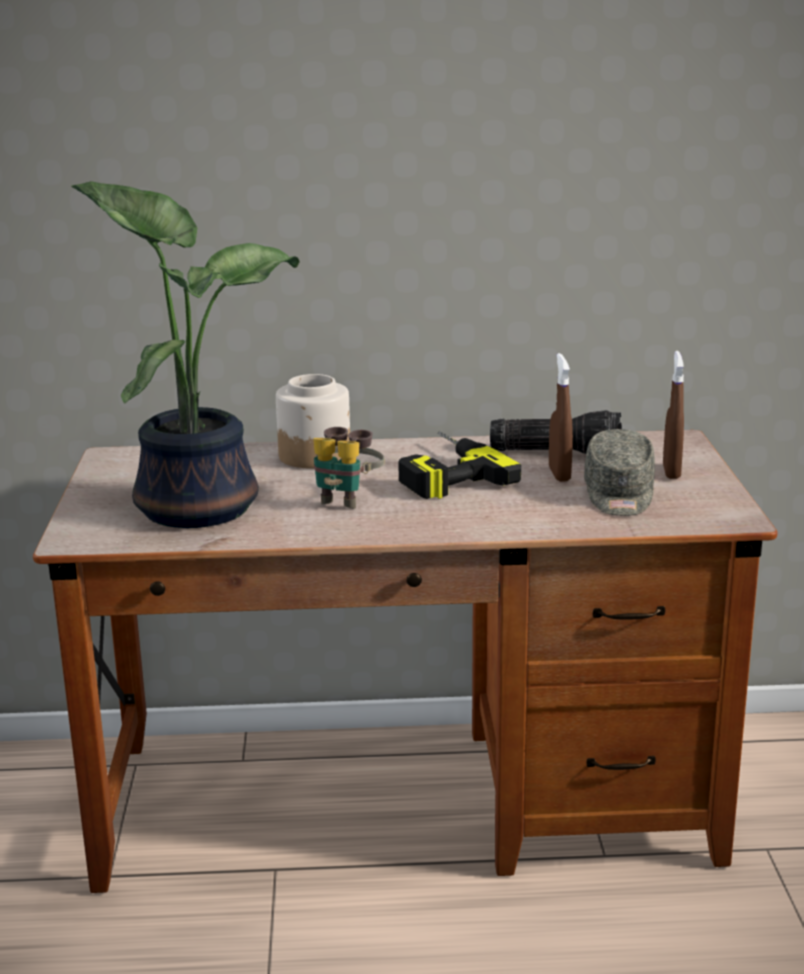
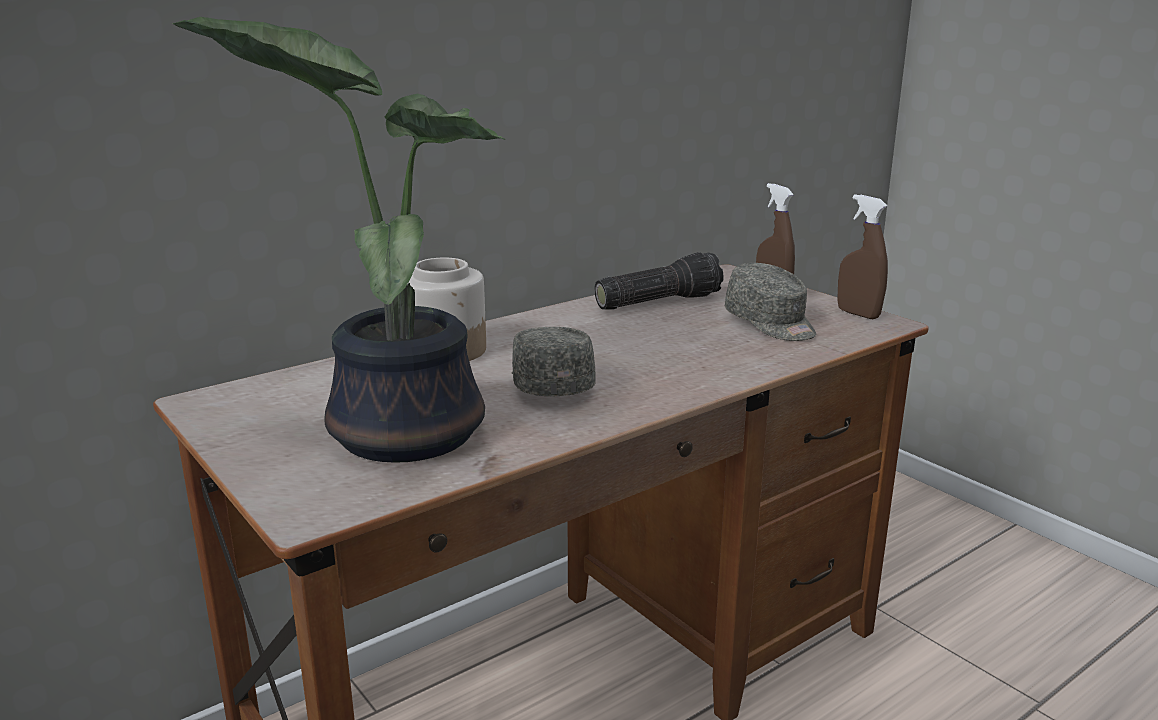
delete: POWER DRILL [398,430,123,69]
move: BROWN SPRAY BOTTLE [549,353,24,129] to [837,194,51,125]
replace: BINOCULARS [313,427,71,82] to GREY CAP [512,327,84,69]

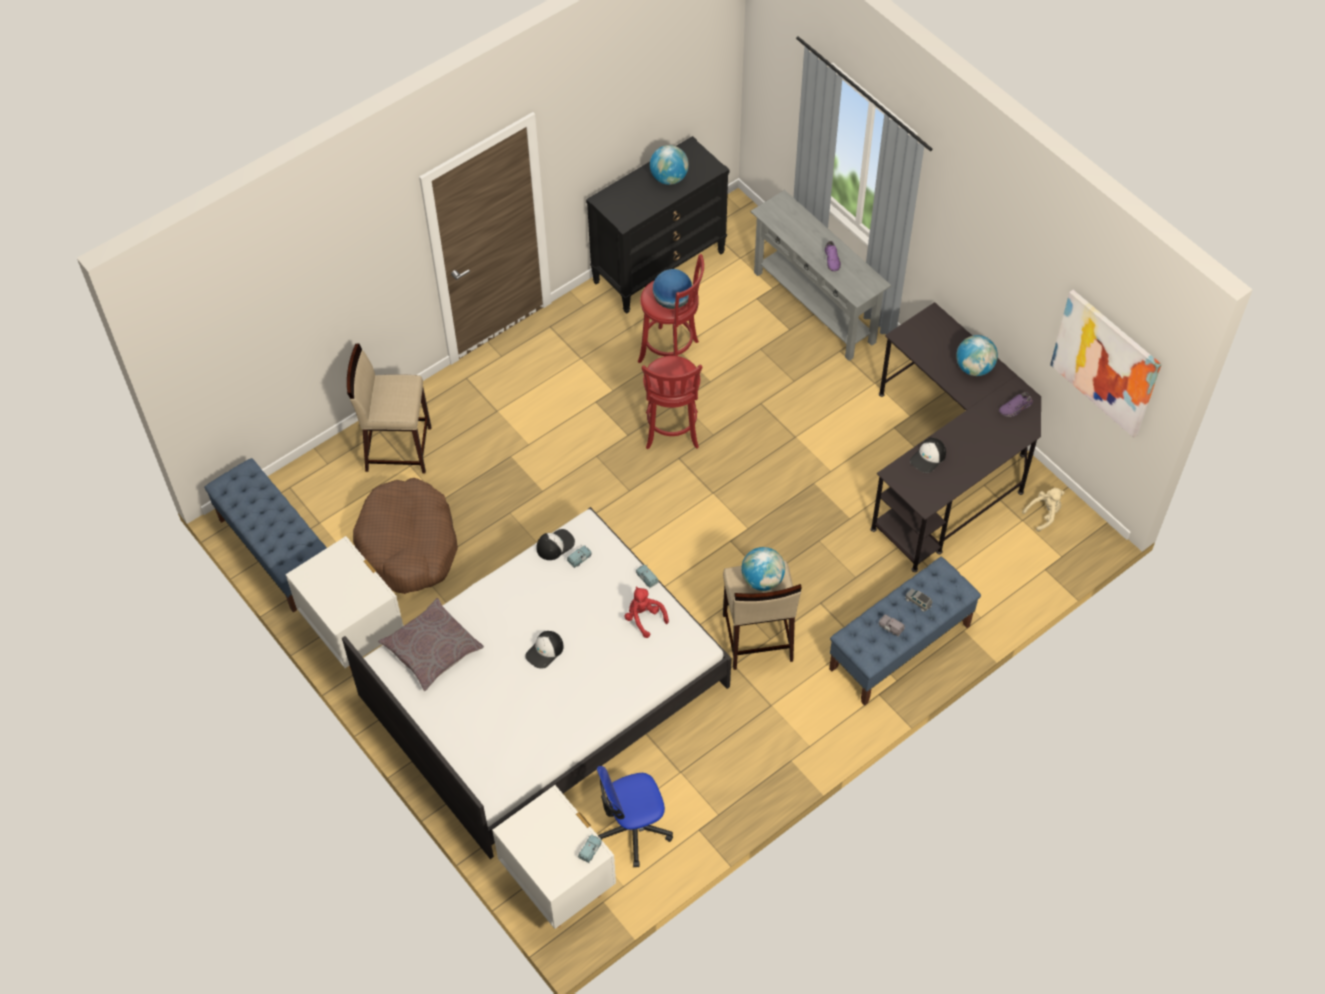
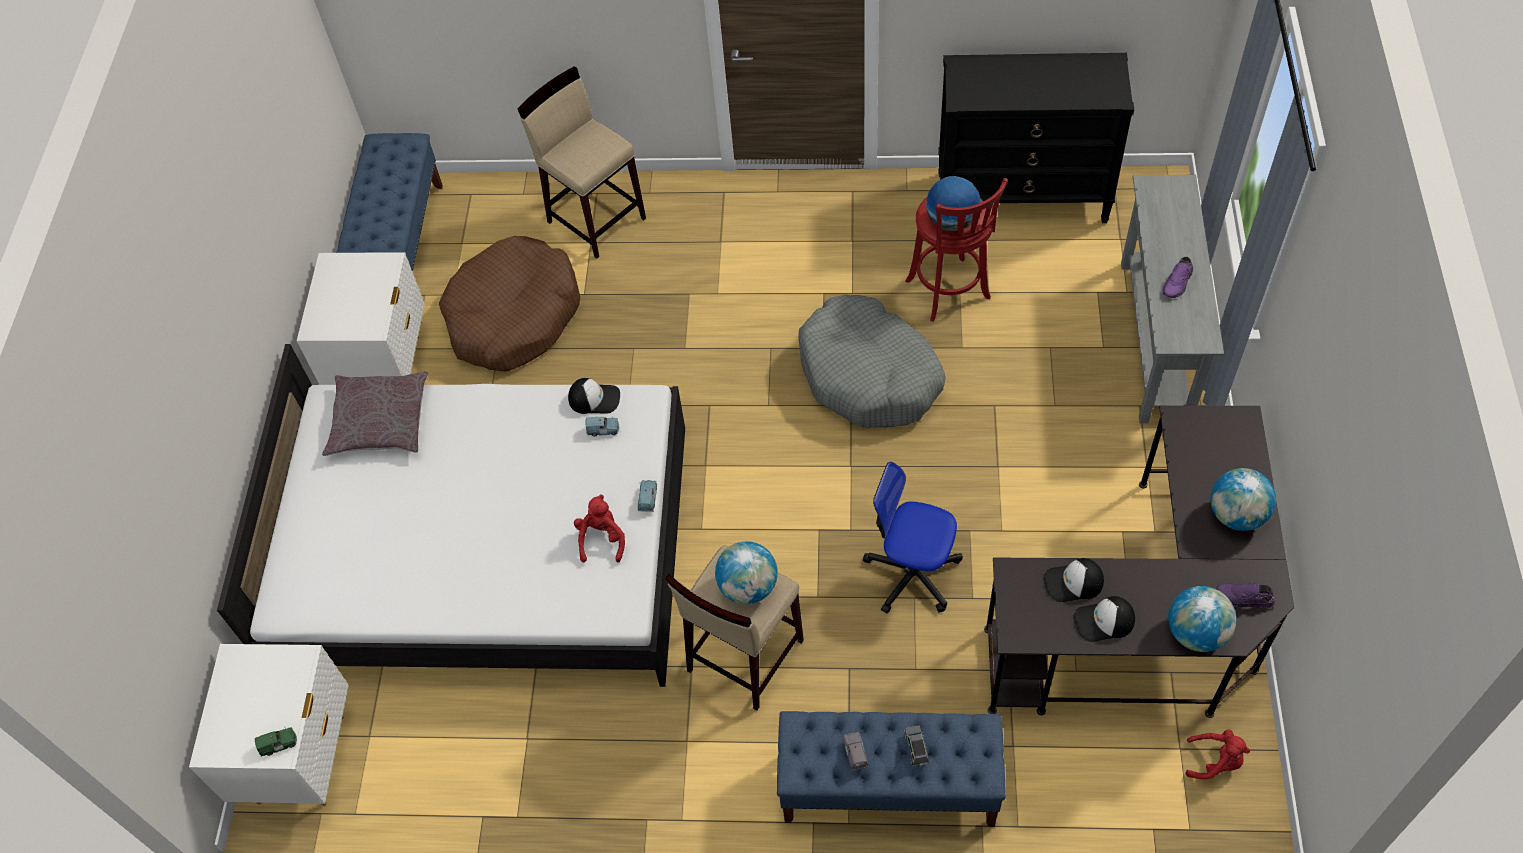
delete: PICTURE [1050,290,112,148]
move: OFFICE CHAIR [597,766,76,101] to [863,462,100,152]; CAP [525,631,39,38] to [1074,596,61,46]; GLOBE [650,145,39,40] to [1168,586,68,66]
replace: RED STOOL [642,356,60,93] to GREY DOG BED [798,295,148,133]
recolor: BLUE TOY CAR [578,835,24,28] to GREEN TOY CAR [255,728,42,29]; BEIGE PLUSH TOY [1022,488,42,44] to RED PLUSH TOY [1185,729,65,50]

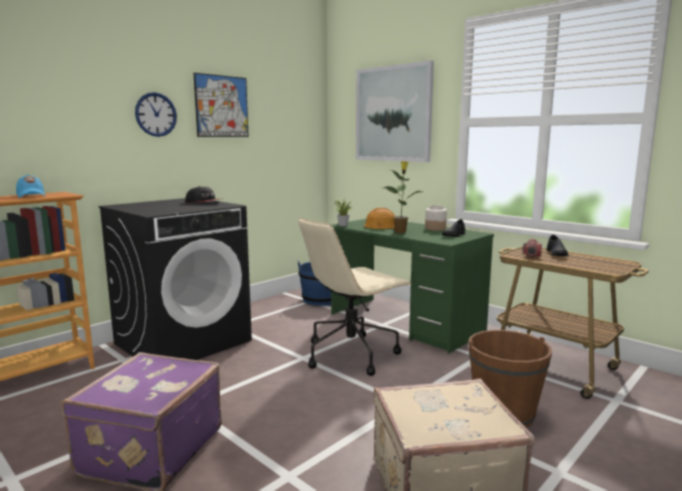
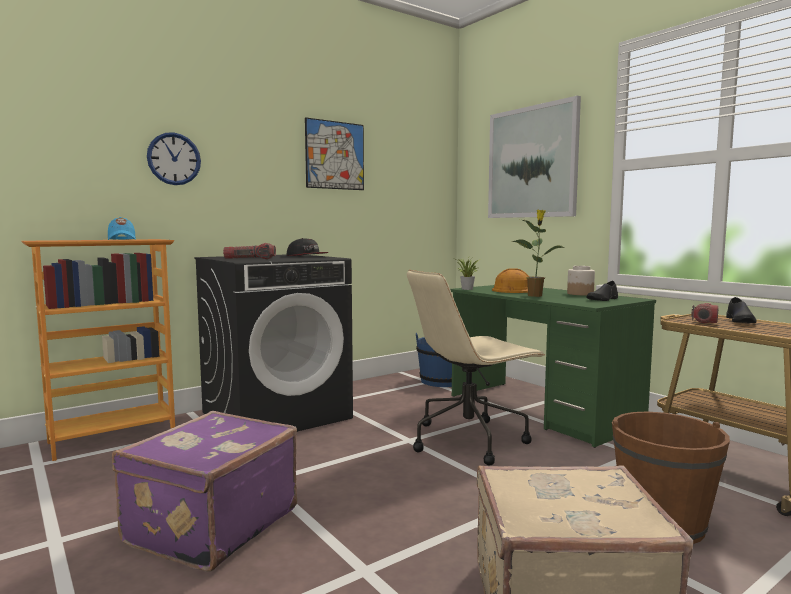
insert: FLASHLIGHT [223,243,53,16]
move: WALL CLOCK [135,92,42,45] to [147,132,54,53]

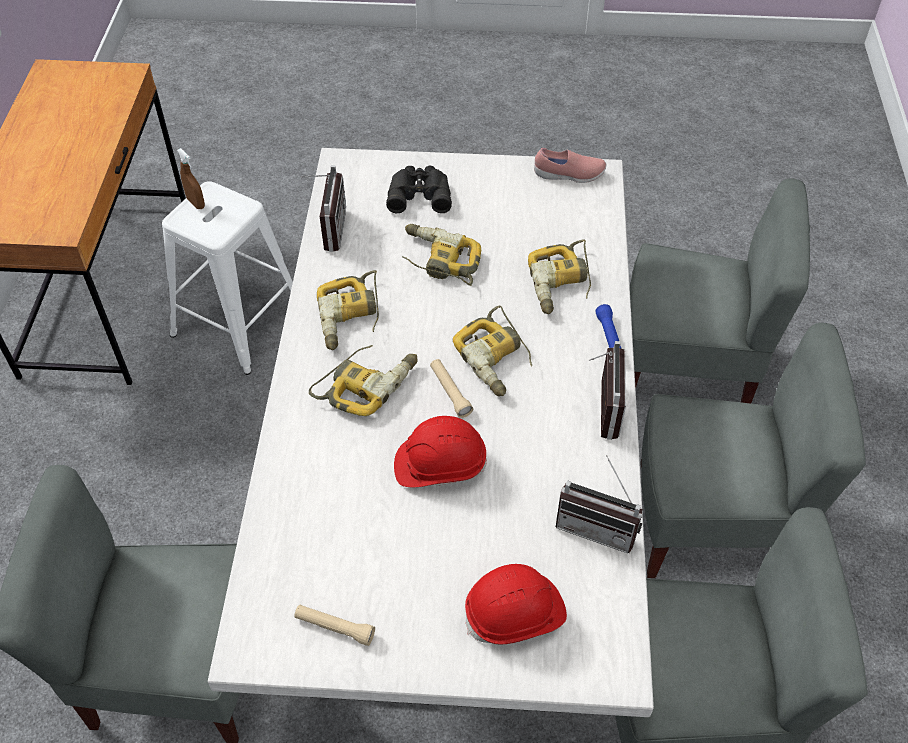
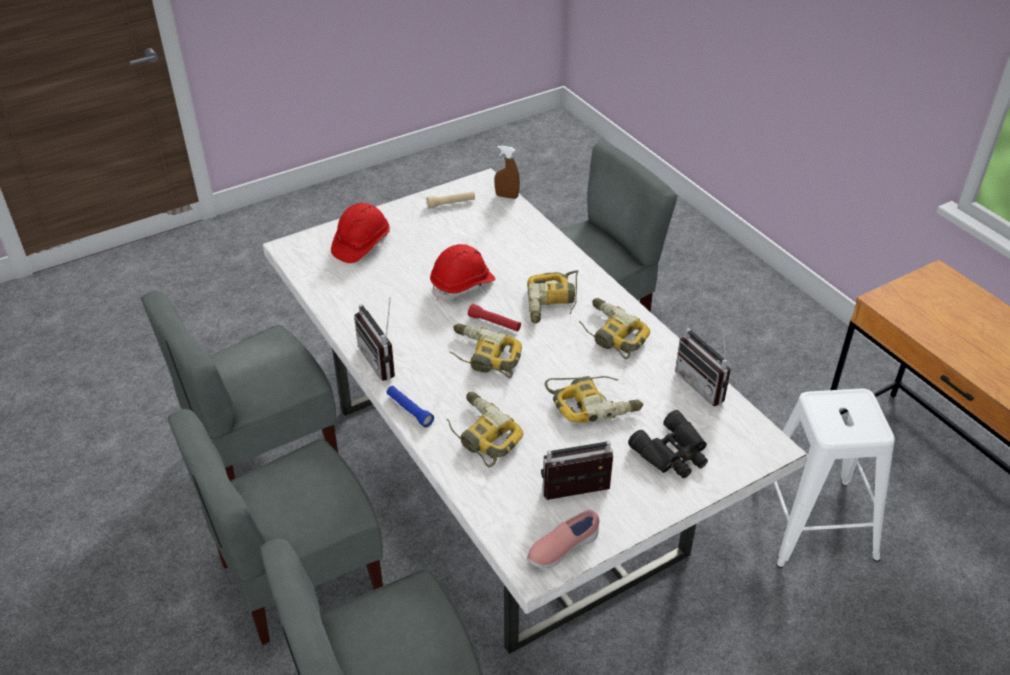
move: BROWN SPRAY BOTTLE [177,148,28,61] to [494,145,26,54]; RADIO [556,455,87,98] to [541,441,72,59]
recolor: BEIGE FLASHLIGHT [430,359,43,59] to RED FLASHLIGHT [468,304,53,28]

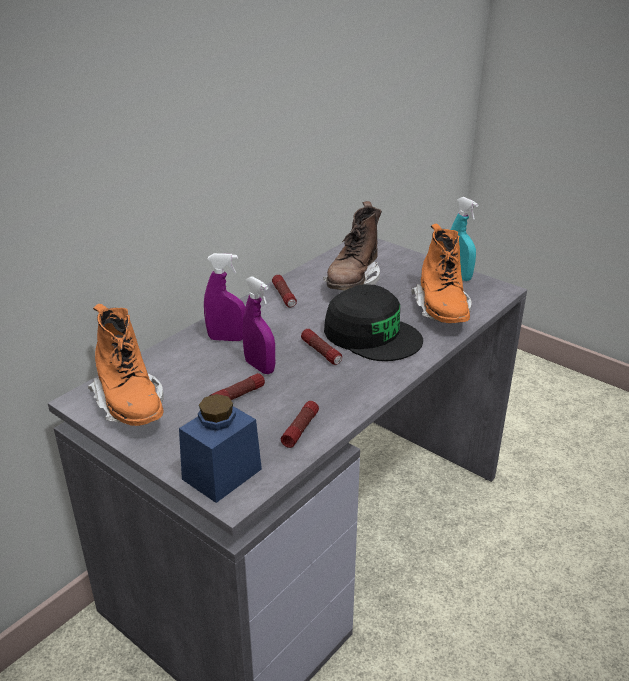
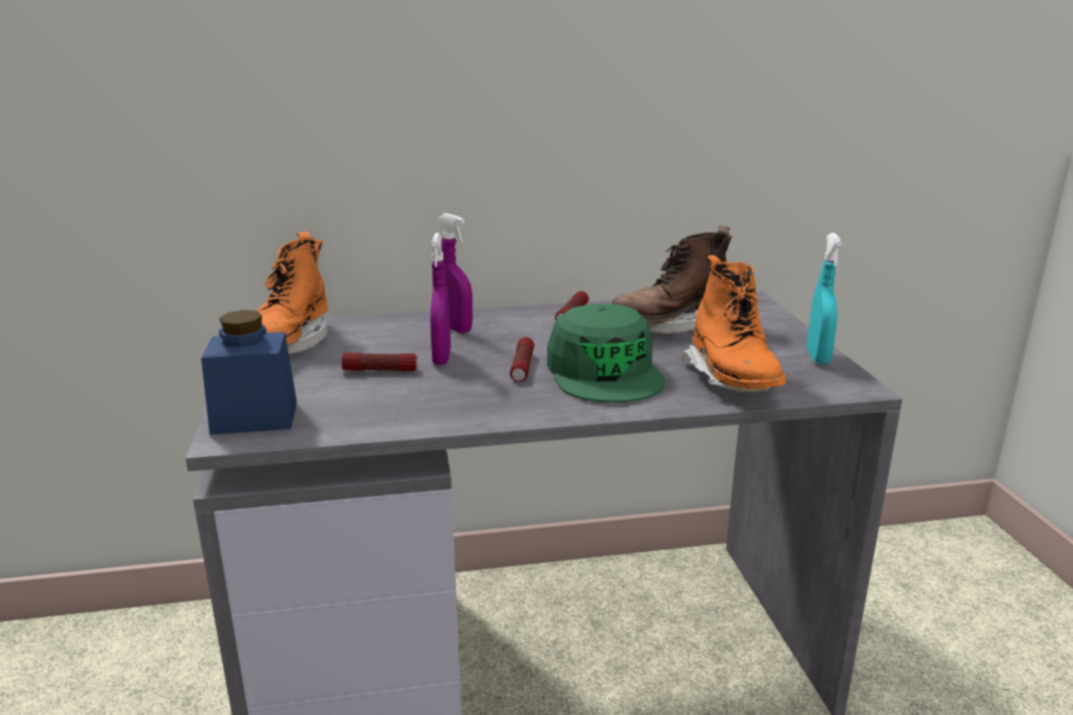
delete: FLASHLIGHT [281,401,38,47]
recolor: BLACK CAP [324,284,99,77] to GREEN CAP [547,304,118,99]
rotate: ORANGE BOOT [411,224,61,99] = [682,255,104,138] 45 degrees counterclockwise

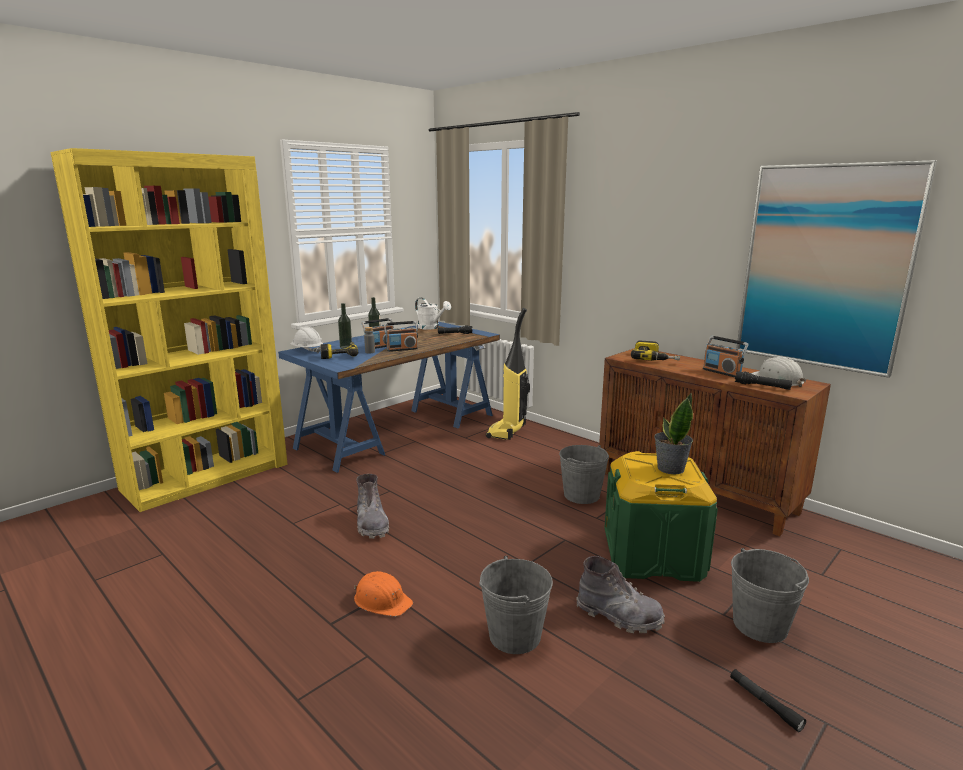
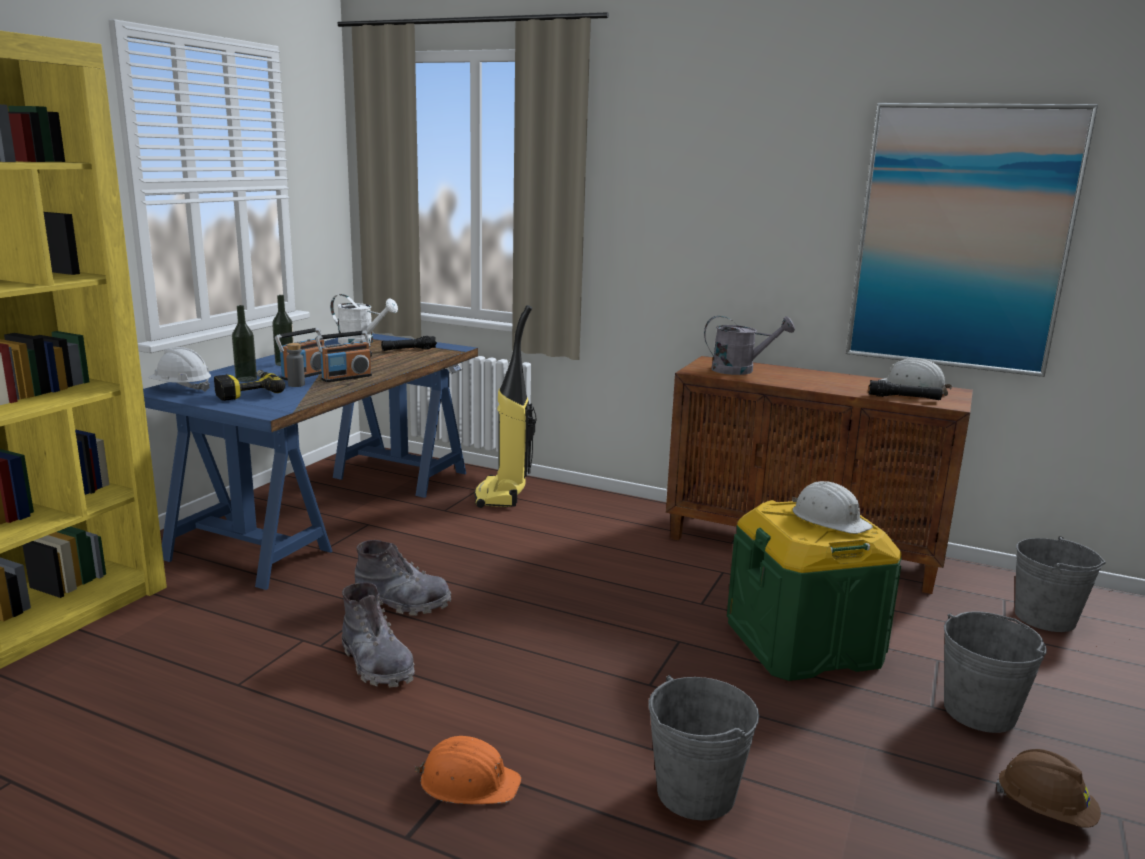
delete: RADIO [703,335,46,42]
move: GREY BOOT [577,556,88,77] to [355,540,96,76]; GREY BUCKET [559,445,50,59] to [1015,536,90,96]
replace: POWER DRILL [631,340,49,21] to GREY WATERING CAN [704,316,91,59]; POTTED PLANT [654,393,39,82] to WHITE HARD HAT [792,481,81,53]; BLACK FLASHLIGHT [730,669,76,63] to BROWN HARD HAT [996,749,105,79]

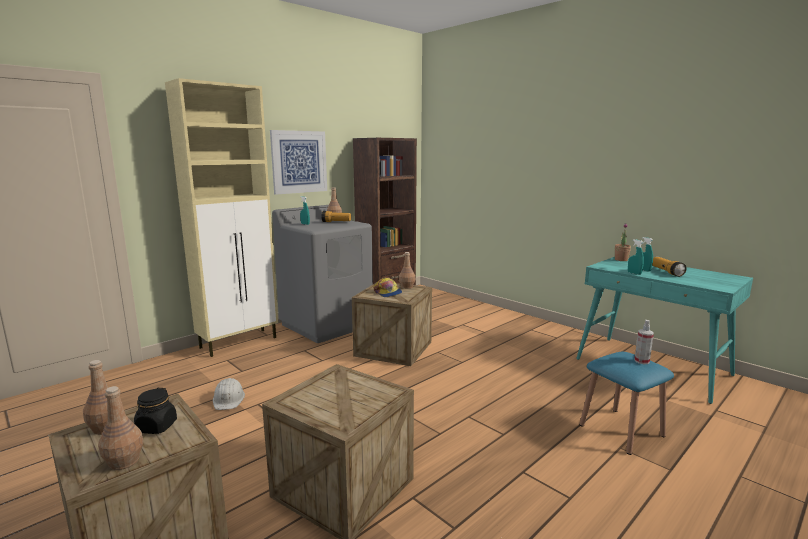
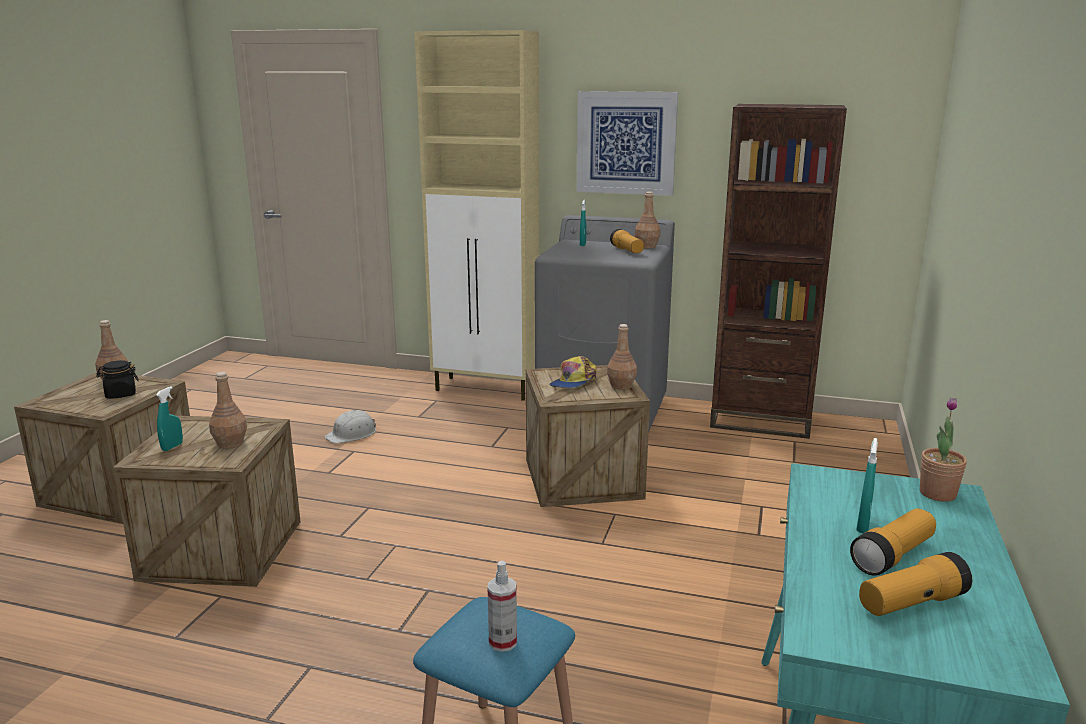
insert: FLASHLIGHT [859,552,113,64]
move: TURQUOISE SPRAY BOTTLE [628,239,16,36] to [156,386,27,65]; BROWN BOTTLE [98,386,45,84] to [209,372,38,77]

